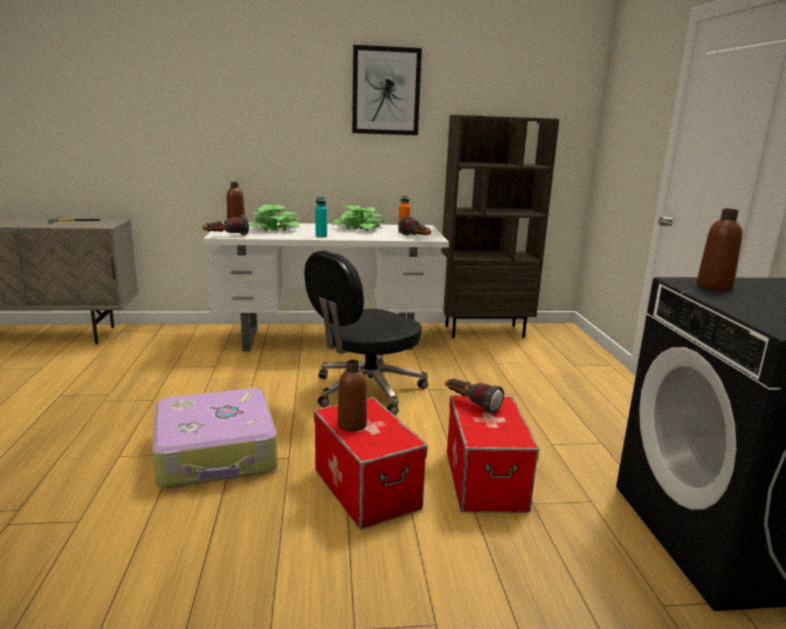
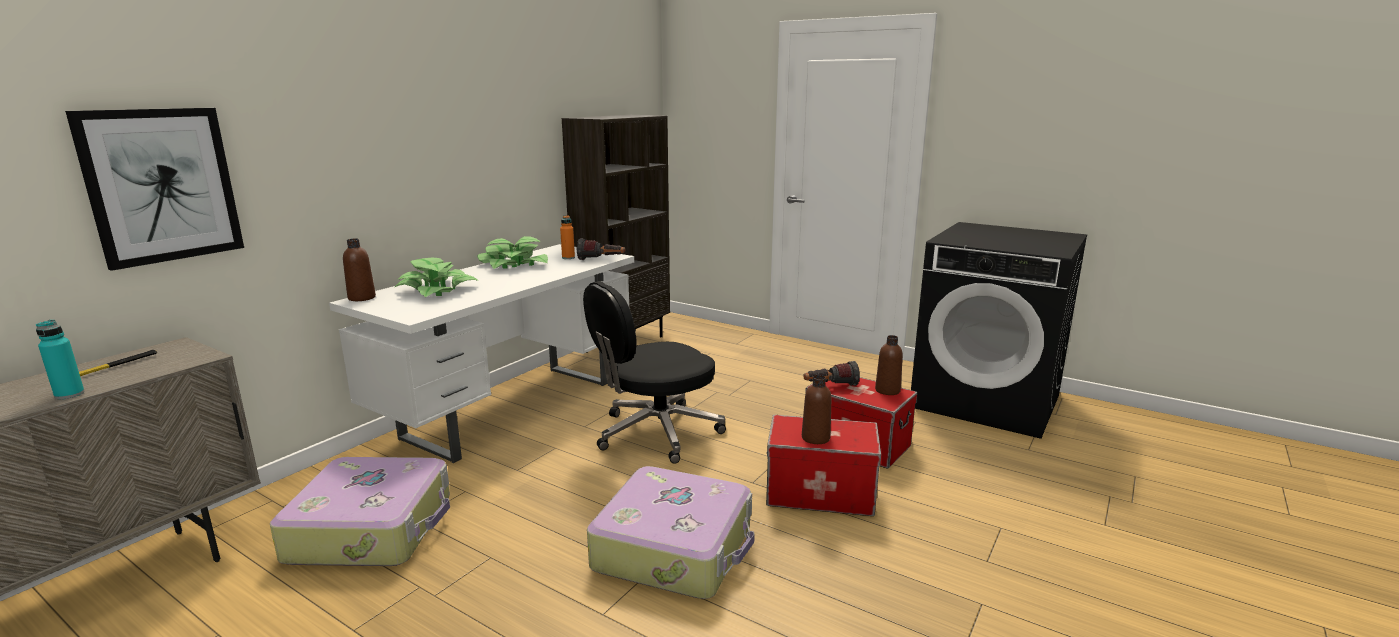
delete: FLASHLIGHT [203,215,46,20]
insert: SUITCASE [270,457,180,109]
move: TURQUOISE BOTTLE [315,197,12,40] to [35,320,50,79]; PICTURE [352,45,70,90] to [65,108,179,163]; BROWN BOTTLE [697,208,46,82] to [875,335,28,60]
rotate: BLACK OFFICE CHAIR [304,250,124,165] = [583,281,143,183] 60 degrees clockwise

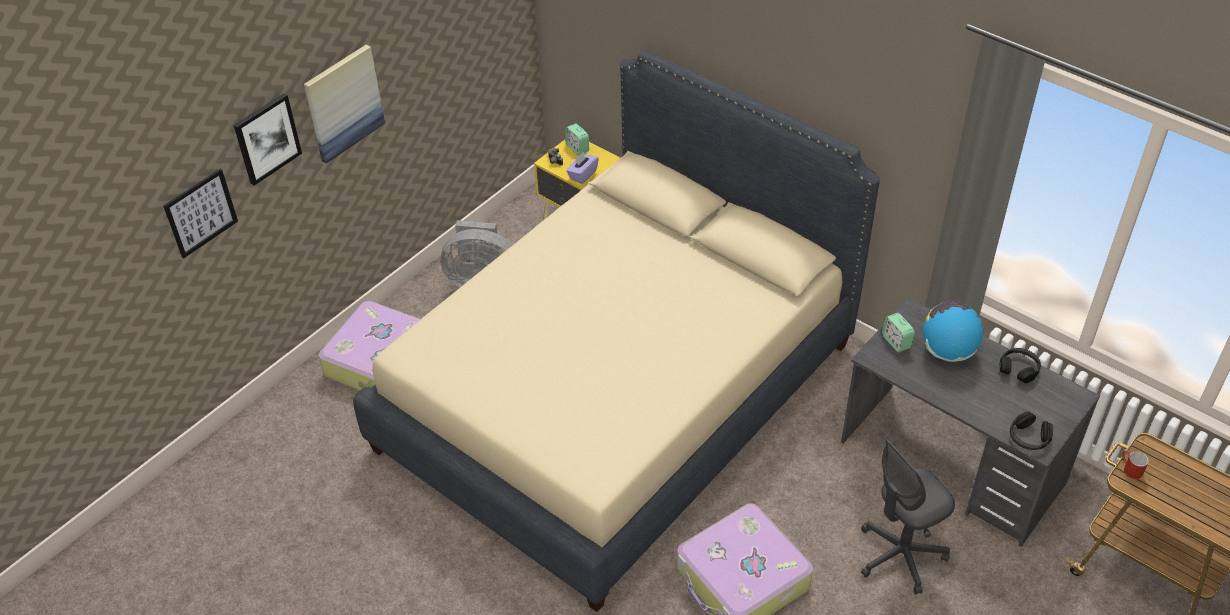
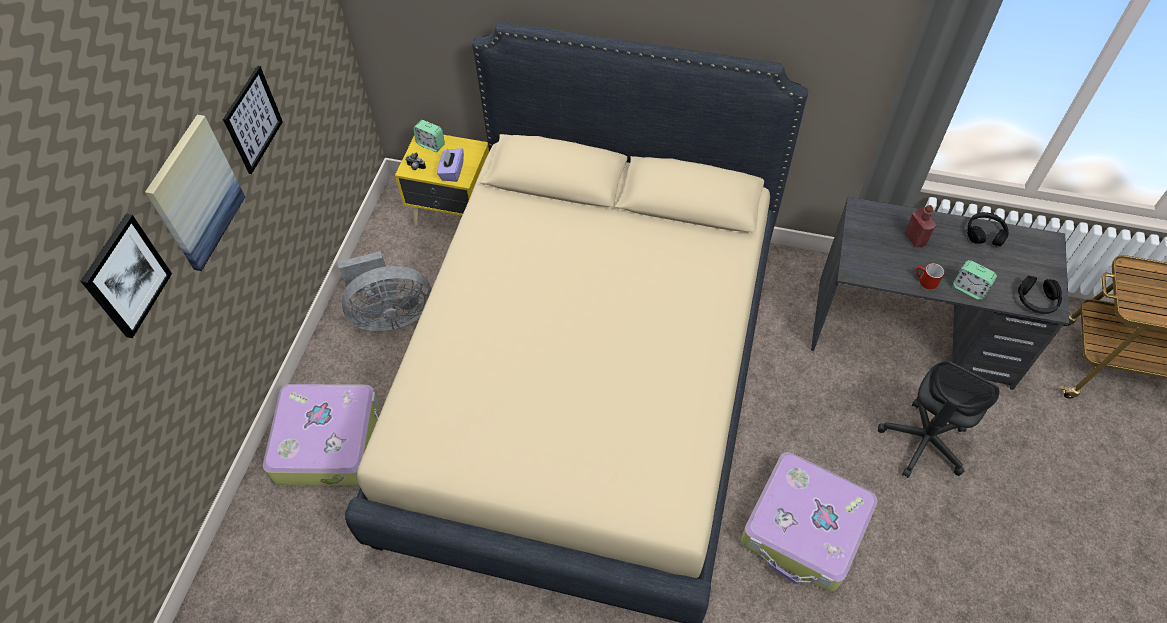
move: PICTURE [163,169,75,90] to [223,66,60,108]; RED MUG [1122,450,27,29] to [916,263,28,27]; ALARM CLOCK [882,313,33,39] to [953,260,44,40]
replace: GLOBE [923,301,60,61] to RED BOTTLE [905,205,32,43]

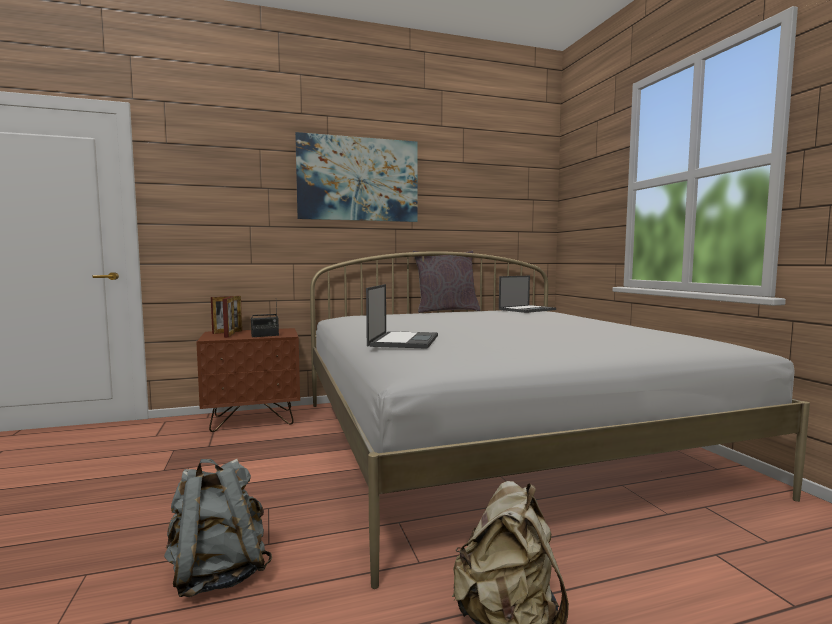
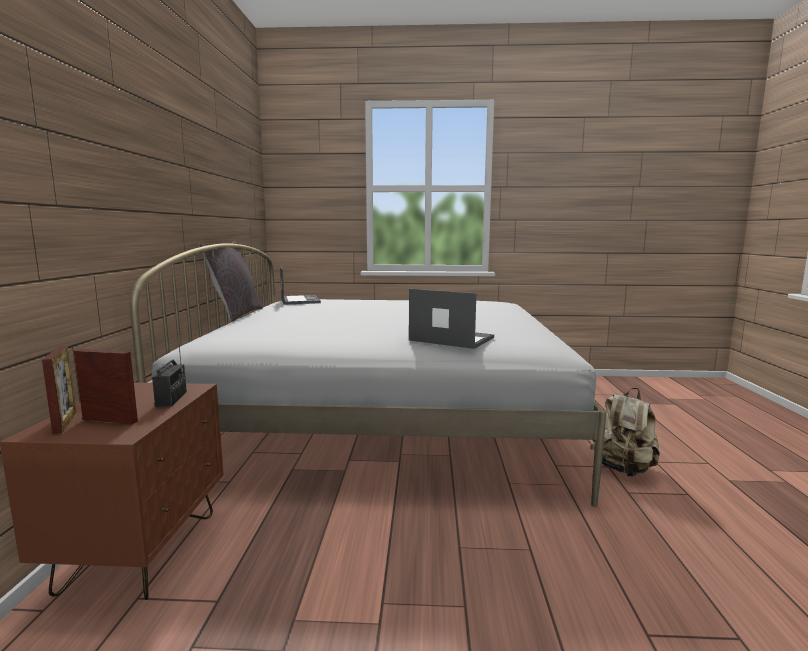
delete: GREY BACKPACK [164,459,108,138]; PICTURE [295,132,123,90]

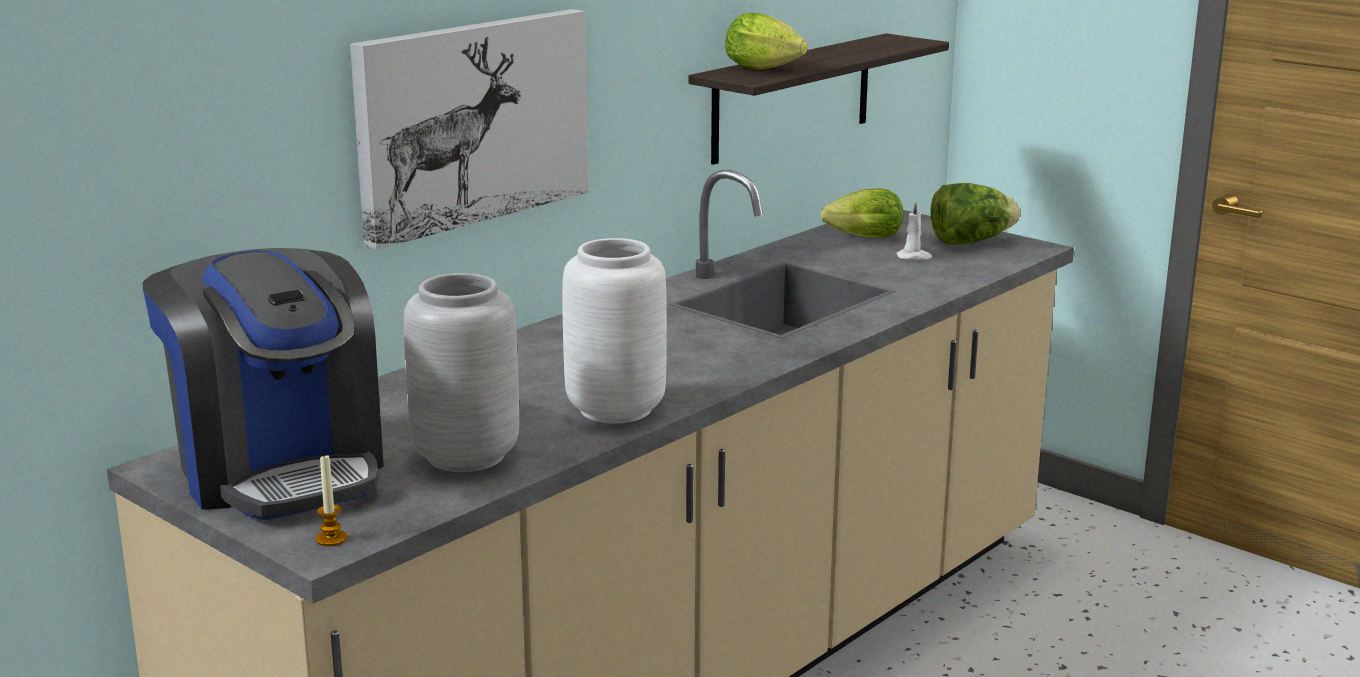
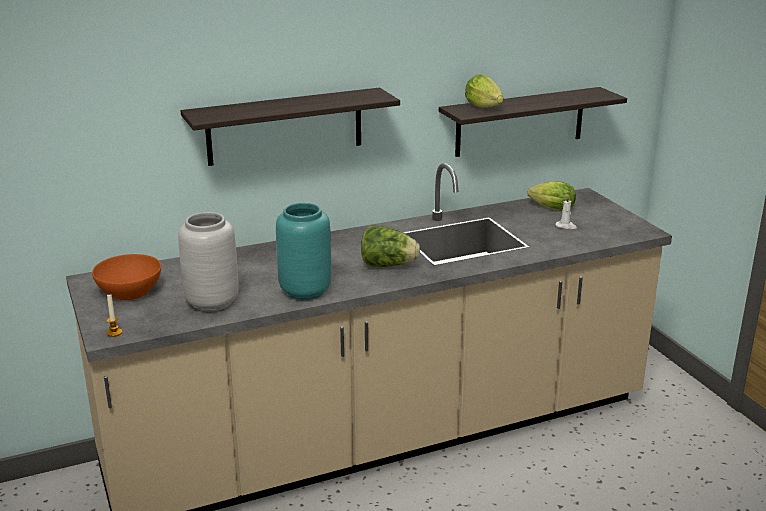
move: LETTUCE [930,183,90,62] to [361,226,59,41]
replace: COFFEE MACHINE [143,248,241,272] to ORANGE BOWL [92,254,69,46]; PICTURE [350,9,238,241] to SHELF [181,88,219,78]
recolor: WHITE VASE [562,238,105,185] to TURQUOISE VASE [276,203,56,97]

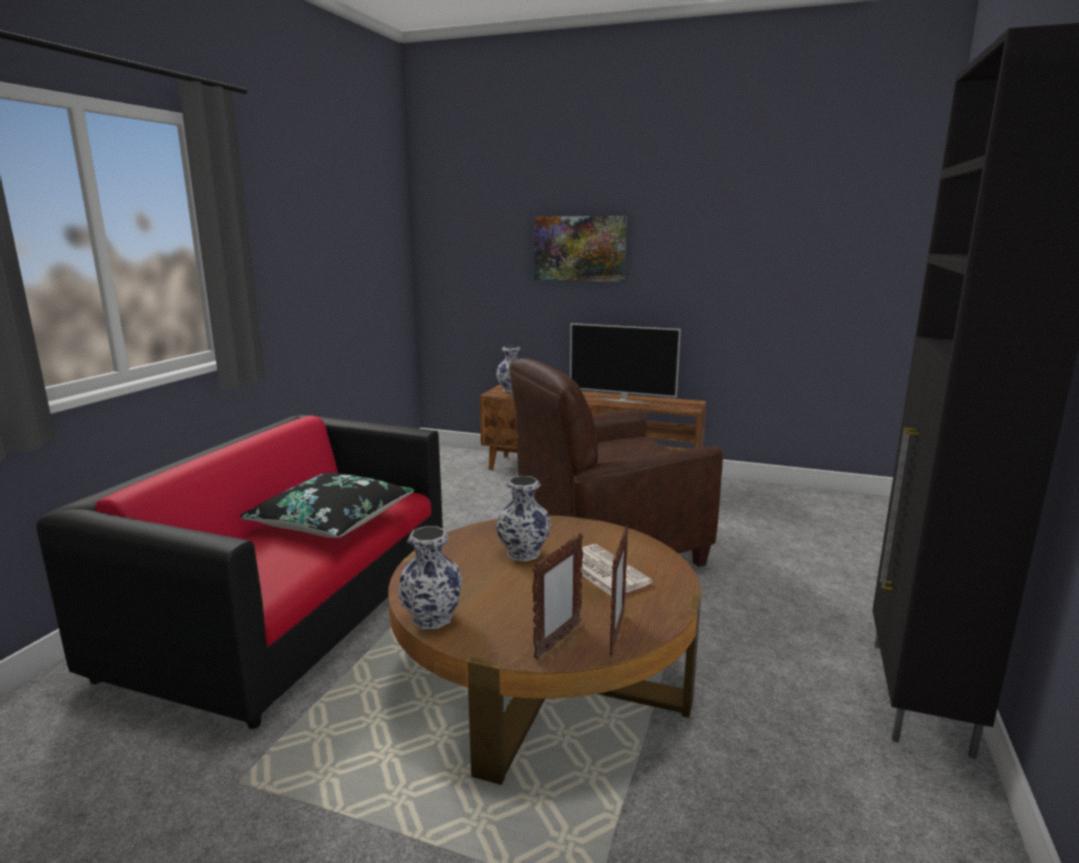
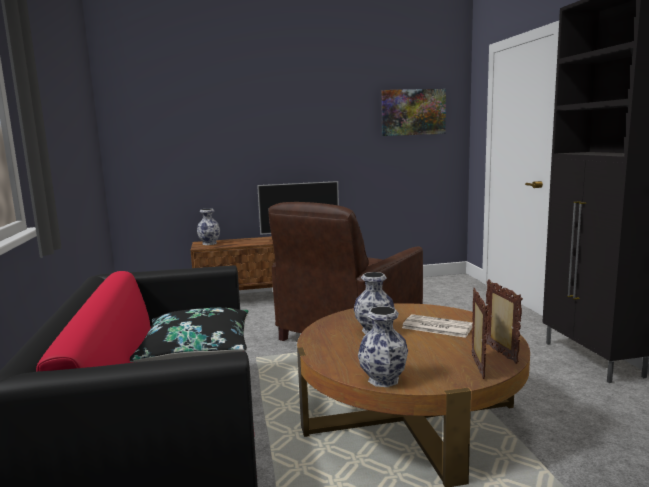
move: PICTURE [534,216,93,66] to [381,89,65,47]

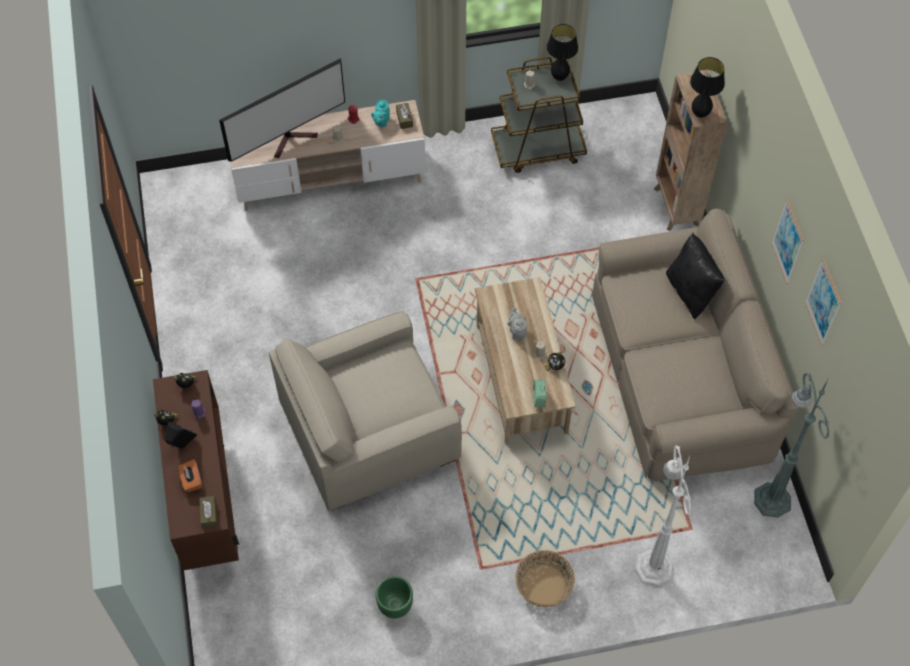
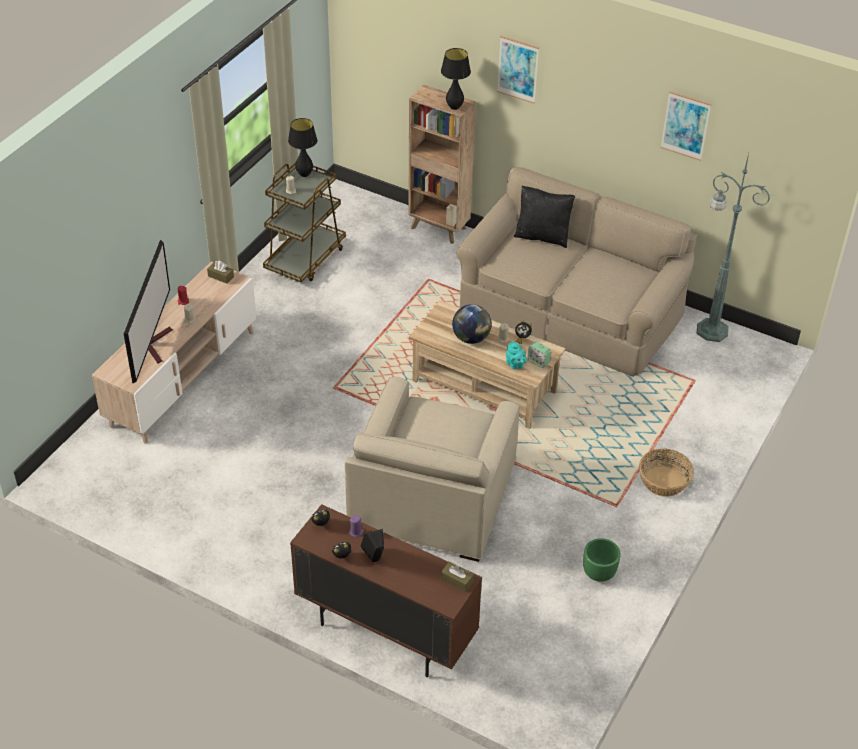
delete: ORANGE TISSUE BOX [178,459,24,33]; WHITE FLOOR LAMP [635,445,56,141]
move: PICTURE [771,198,33,86] to [497,36,42,68]; TURQUOISE TEAPOT [371,100,19,27] to [506,341,21,29]
replace: GREY TEAPOT [507,308,20,32] to GLOBE [452,304,40,40]

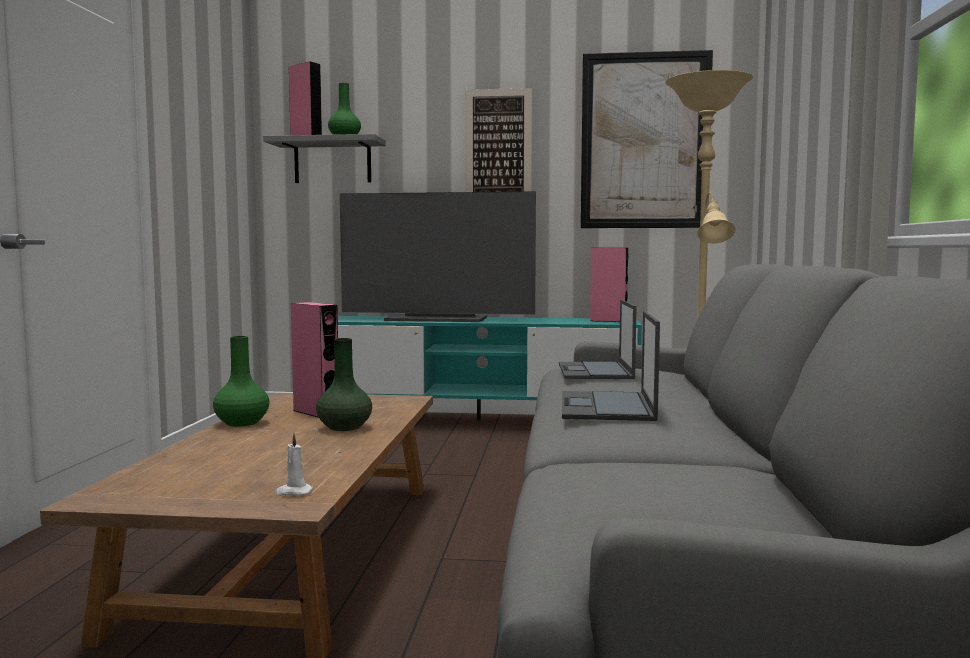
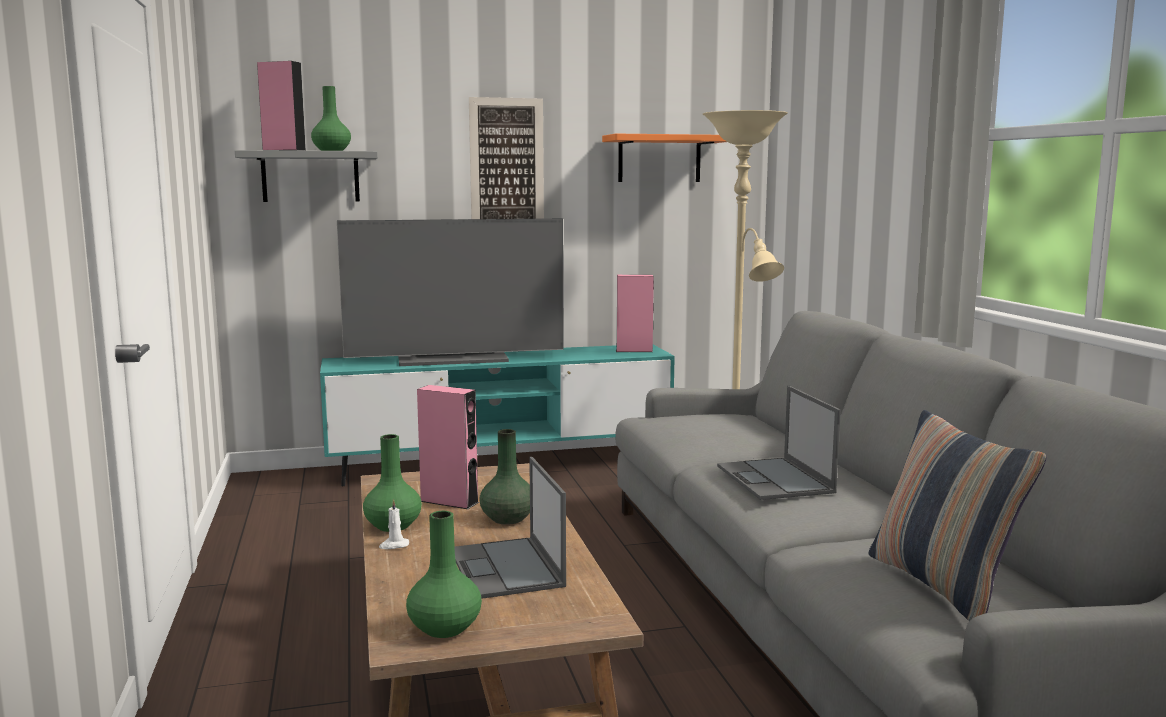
insert: GREEN VASE [406,511,76,127]; PILLOW [869,410,178,211]
move: WHITE CANDLE [275,433,38,63] to [379,499,30,50]; LAPTOP [559,300,78,79] to [455,457,111,142]
replace: PICTURE [581,50,132,178] to ORANGE SHELF [602,134,125,48]

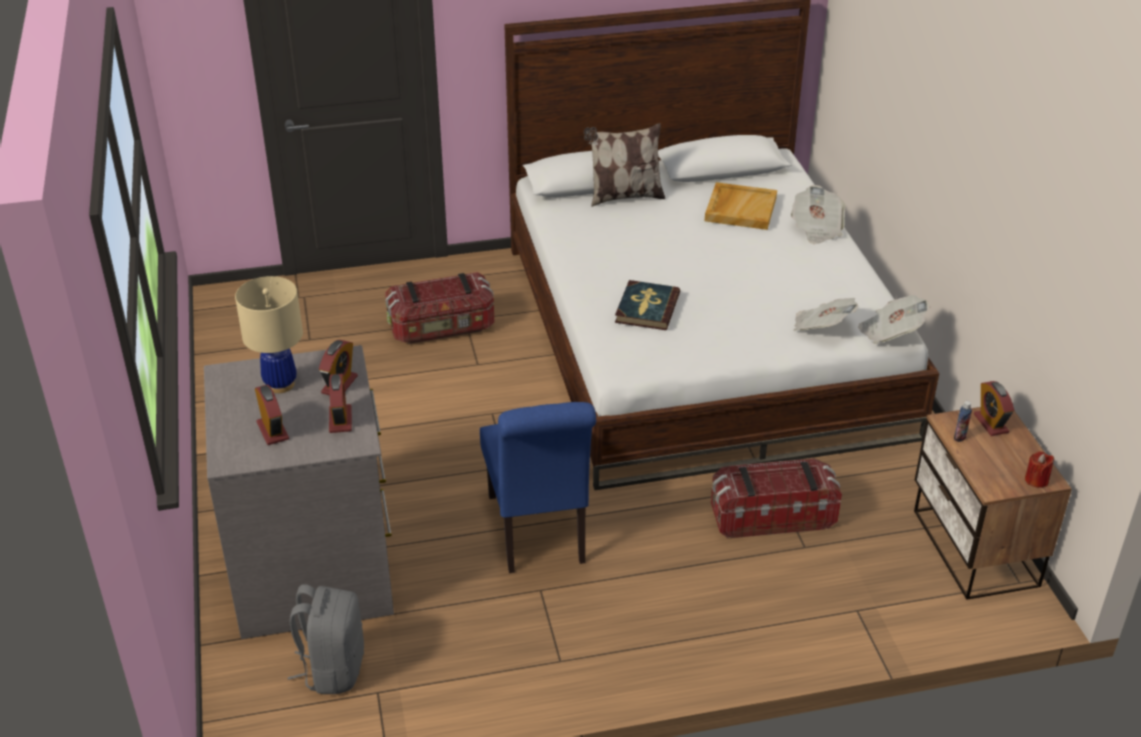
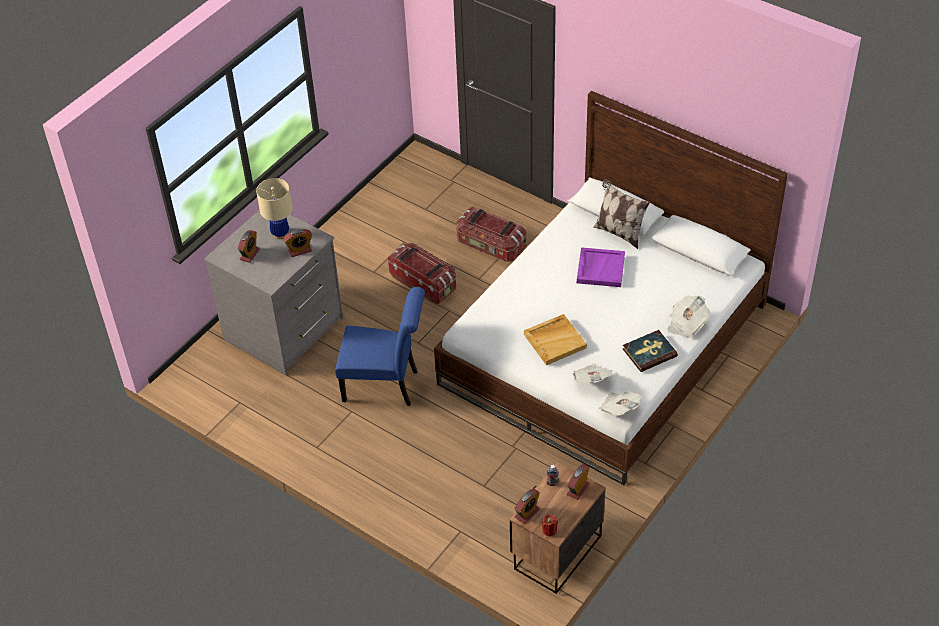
delete: GREY BACKPACK [288,584,76,110]
insert: PURPLE TRAY [577,247,48,40]
move: STORAGE BOX [711,459,131,80] to [388,243,68,62]; ALARM CLOCK [329,374,23,59] to [515,489,25,35]; BEIGE TRAY [705,182,72,48] to [524,314,63,51]; BOOK [615,280,65,50] to [623,330,55,42]
rotate: BLUE CHAIR [480,402,116,171] = [335,287,90,119] 120 degrees counterclockwise

